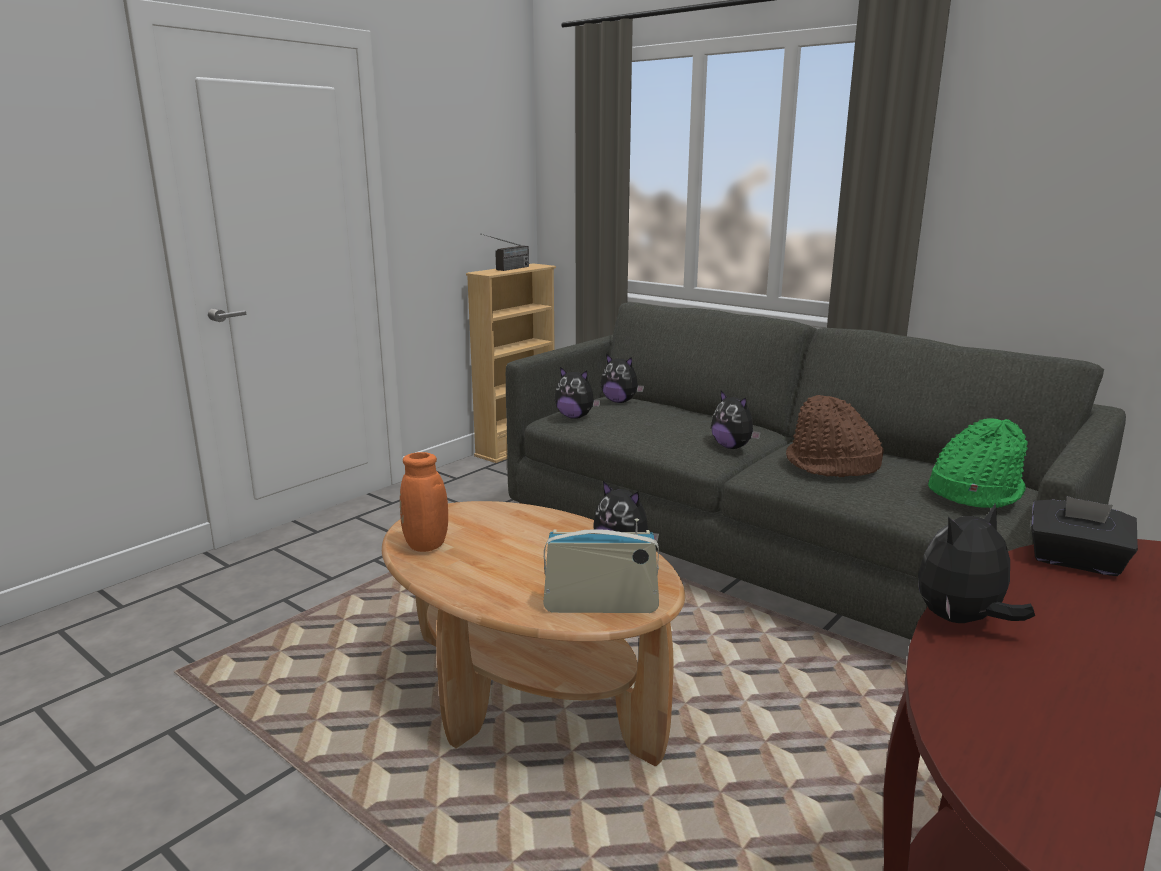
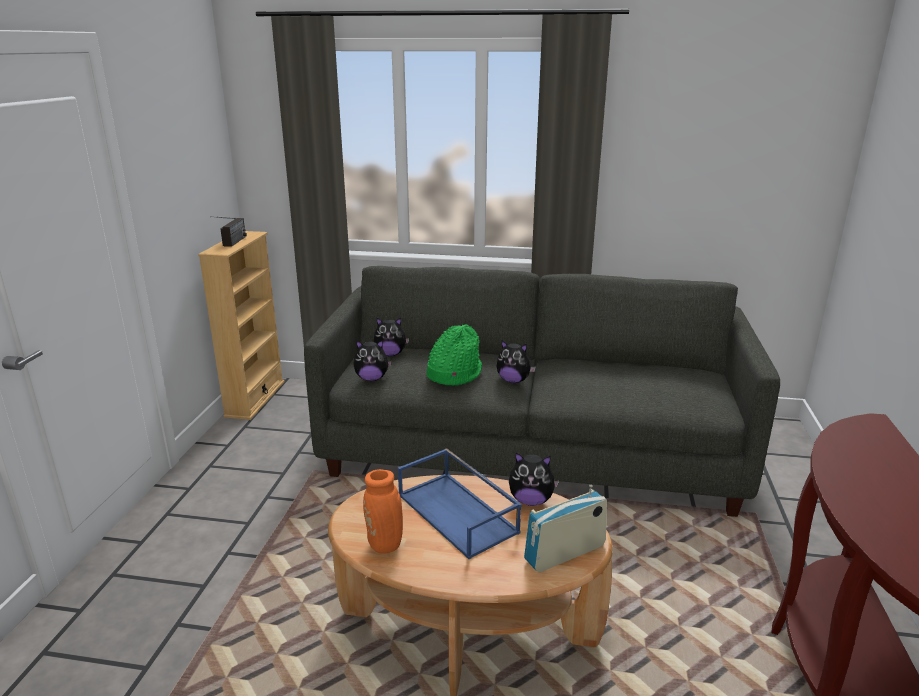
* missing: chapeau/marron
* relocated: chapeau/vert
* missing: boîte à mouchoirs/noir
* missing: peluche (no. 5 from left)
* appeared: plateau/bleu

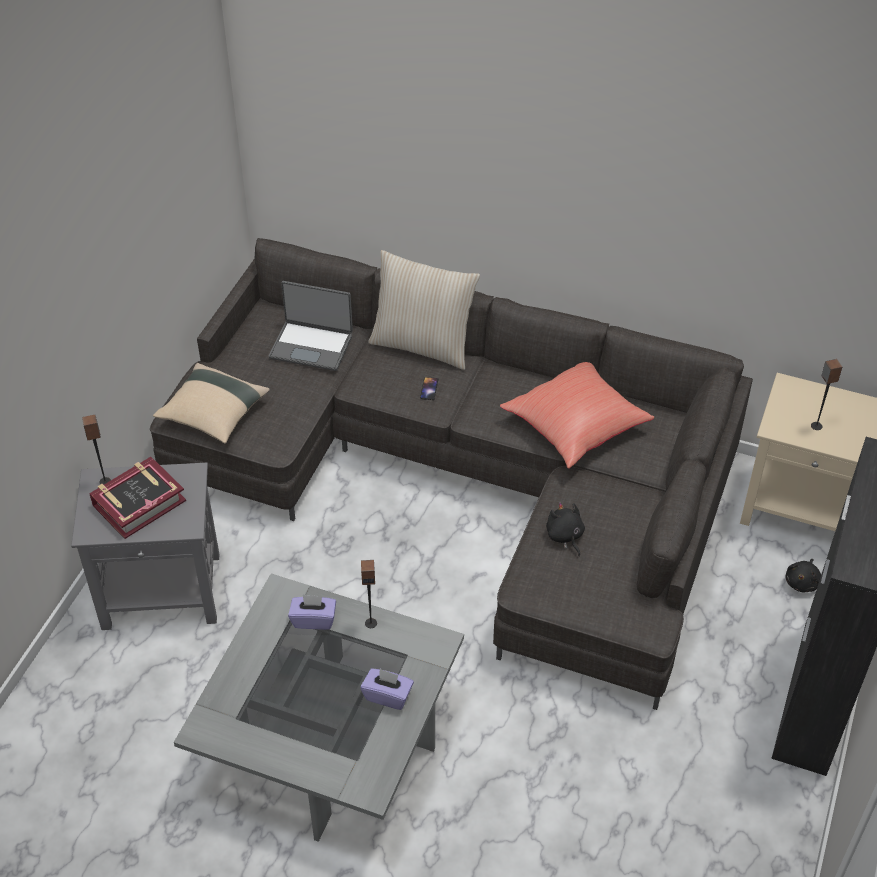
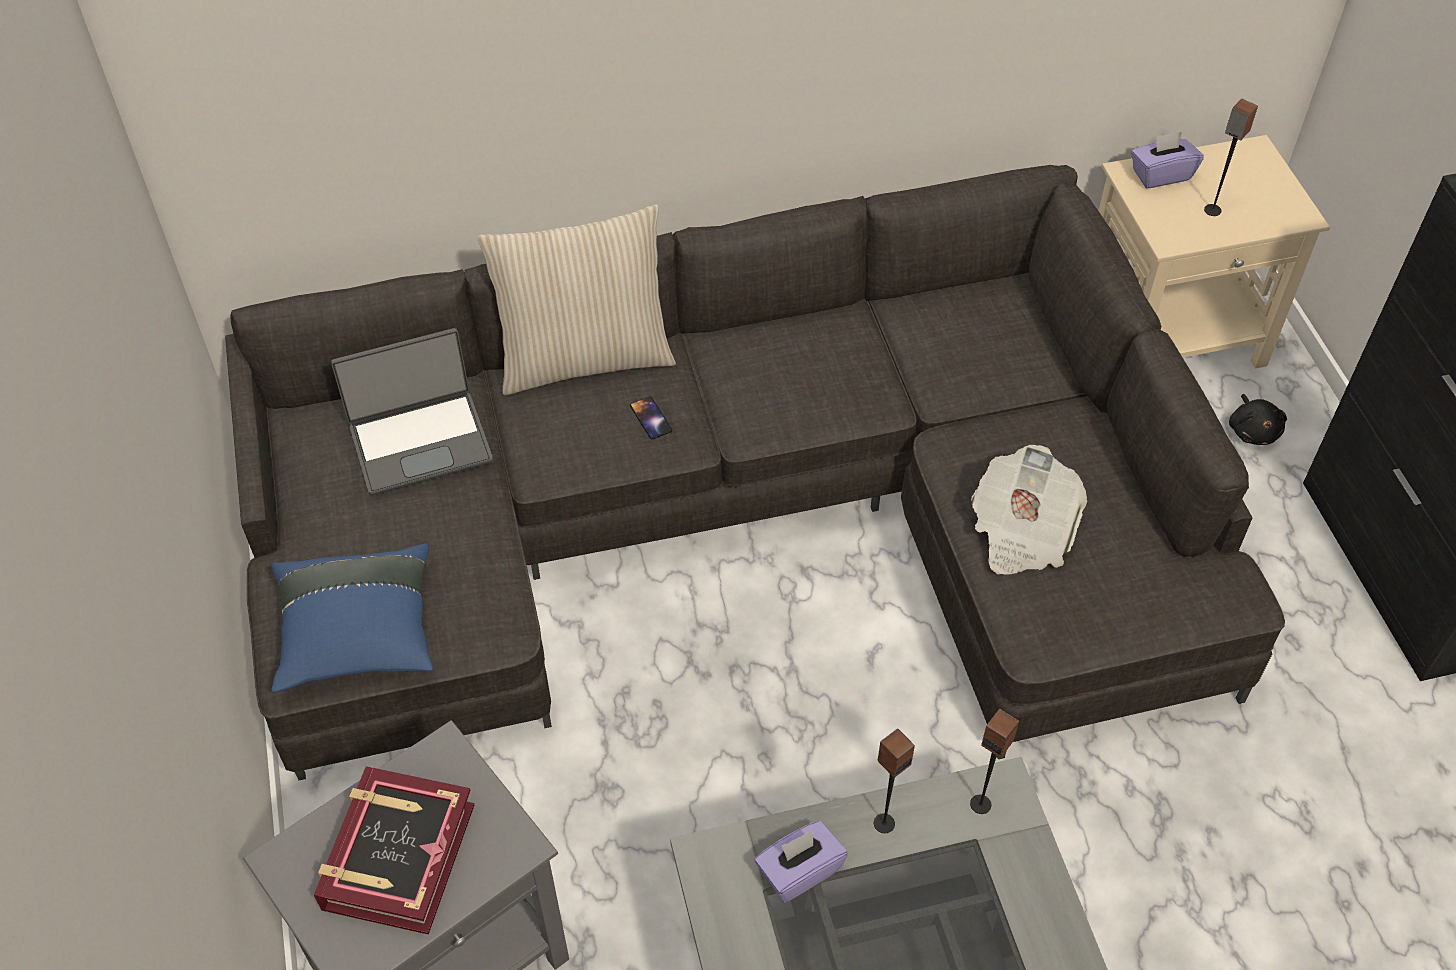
* missing: coussin/rouge
* colour: coussin/beige (no. 1 from left) to coussin/bleu
* relocated: enceinte (no. 1 from left in the first image) to enceinte (no. 2 from left)
* exchanged: peluche/noir (no. 1 from left) to journal
* relocated: boîte à mouchoirs/violet (no. 2 from left)

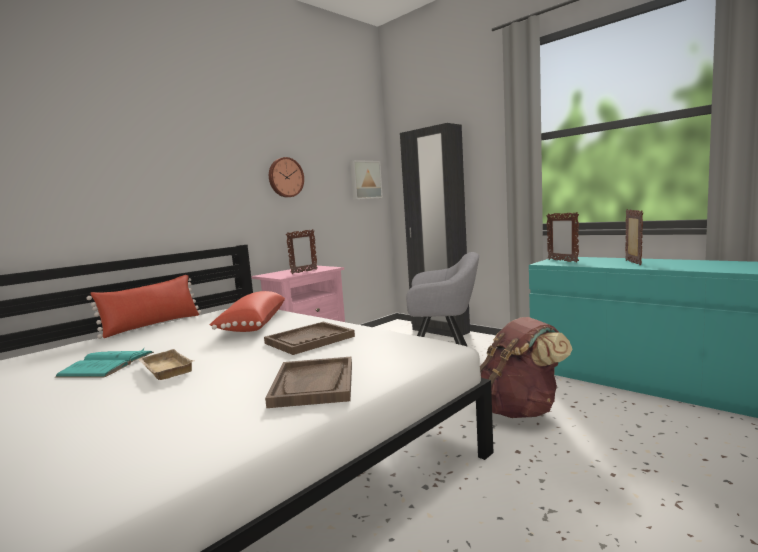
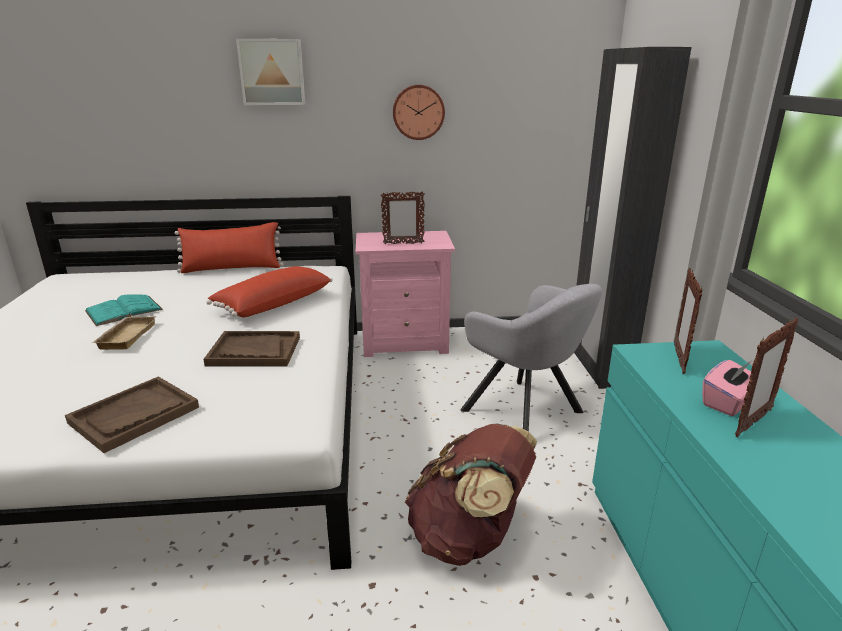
* relocated: tableau
* appeared: boîte à mouchoirs/rose

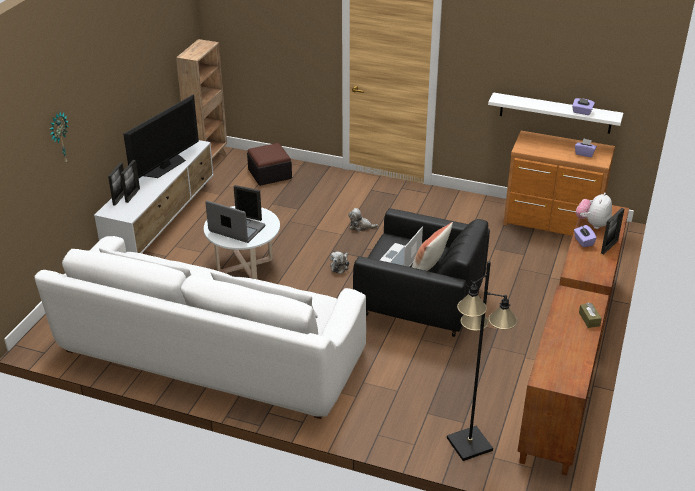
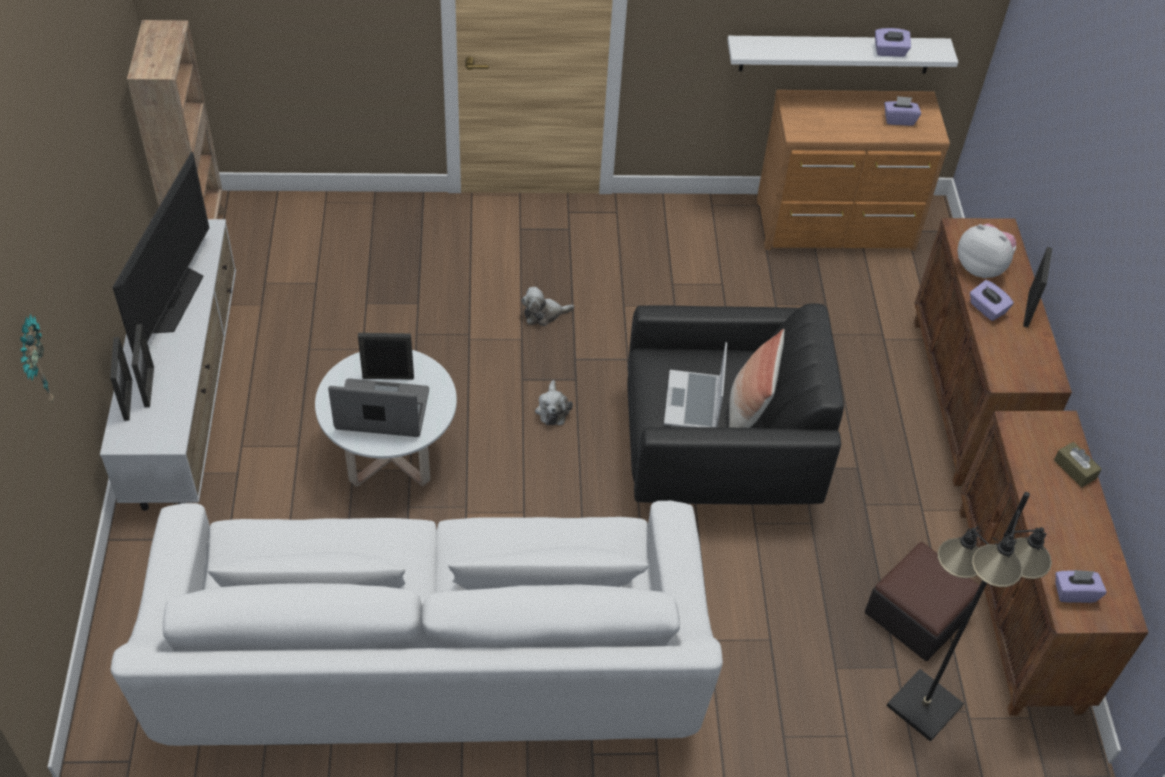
* relocated: pouf
* spun: peluche (no. 3 from left) 120 degrees clockwise
* appeared: boîte à mouchoirs/violet (no. 4 from left)

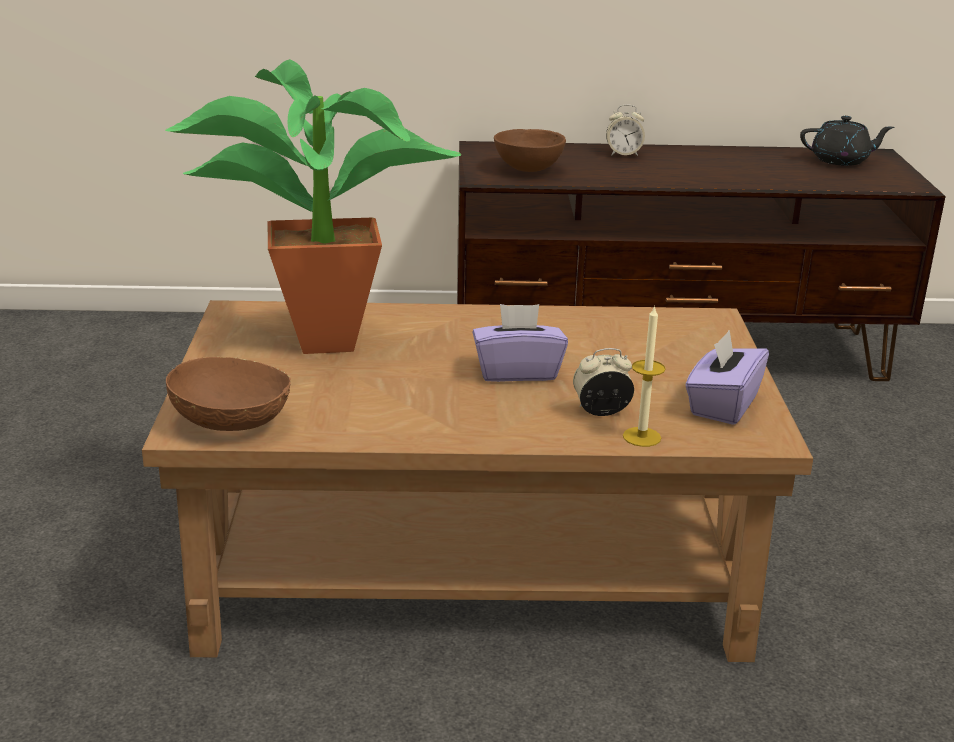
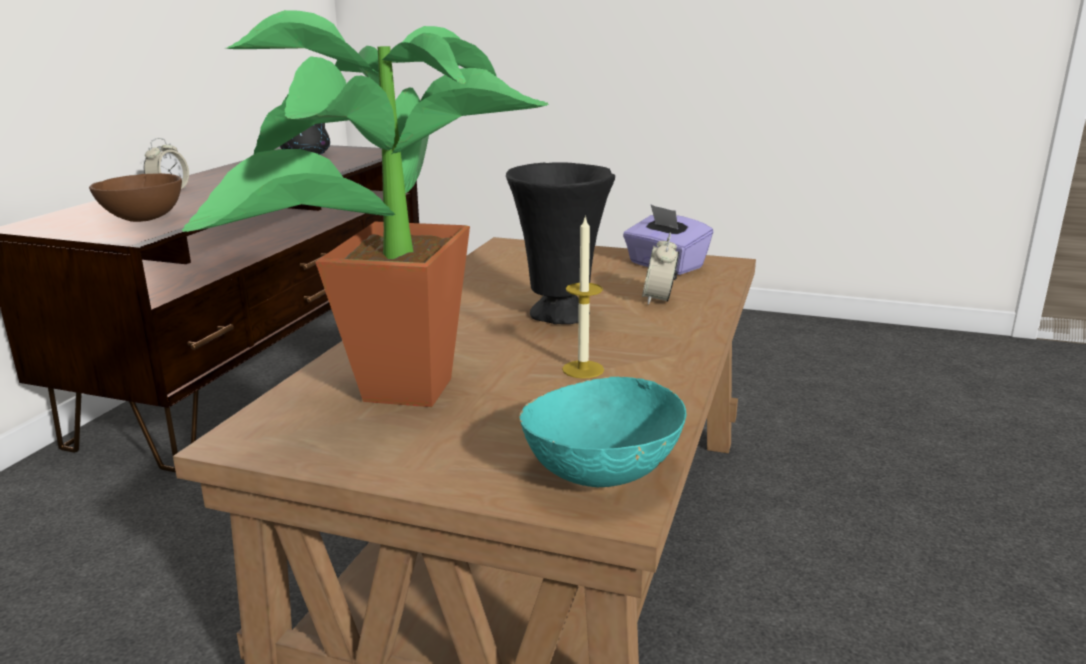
* exchanged: boîte à mouchoirs/violet (no. 1 from left) to vase/noir
* relocated: bougie
* colour: bol/marron (no. 1 from left) to bol/turquoise

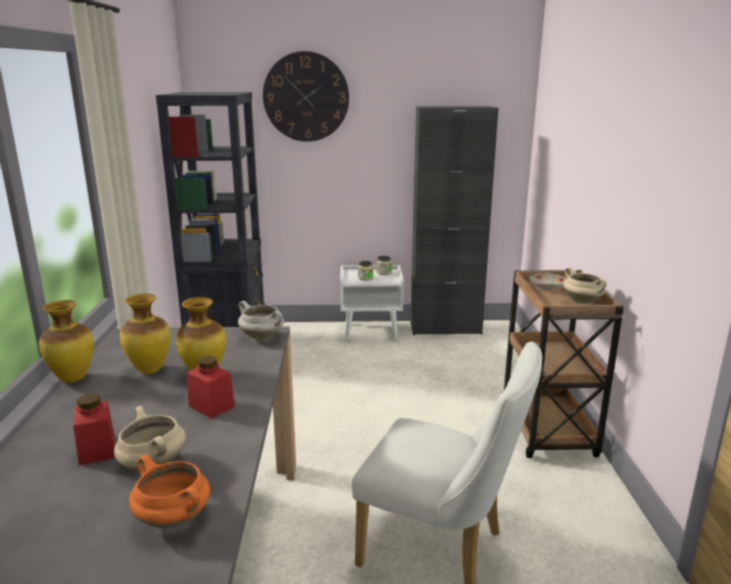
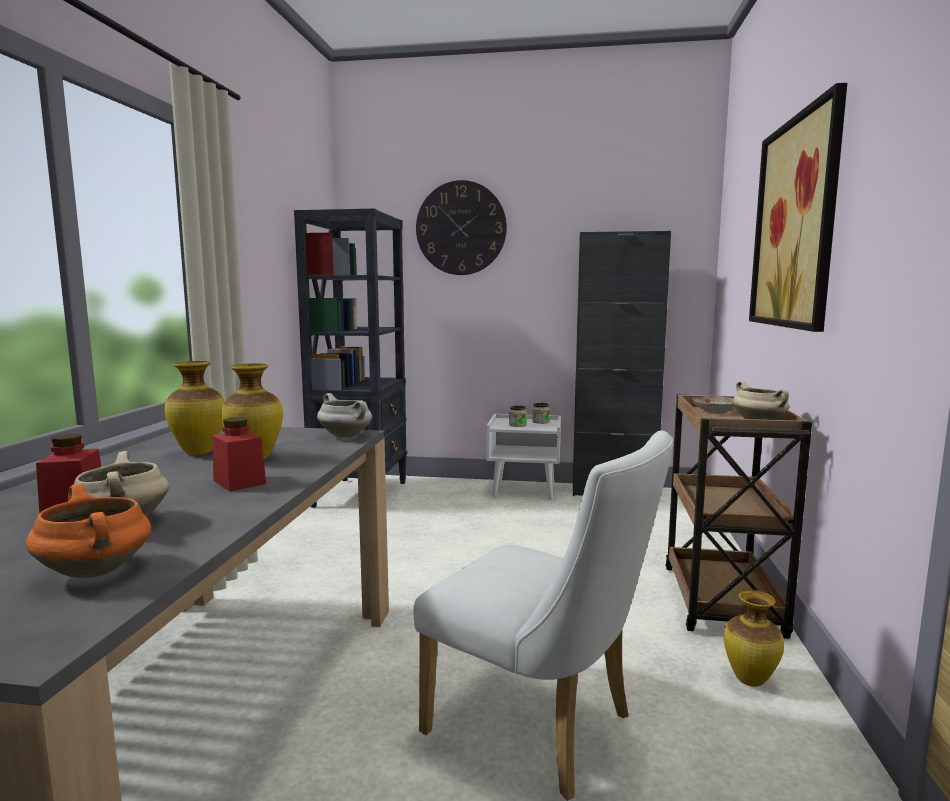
* relocated: vase (no. 1 from left in the first image) to vase (no. 3 from left)
* appeared: tableau

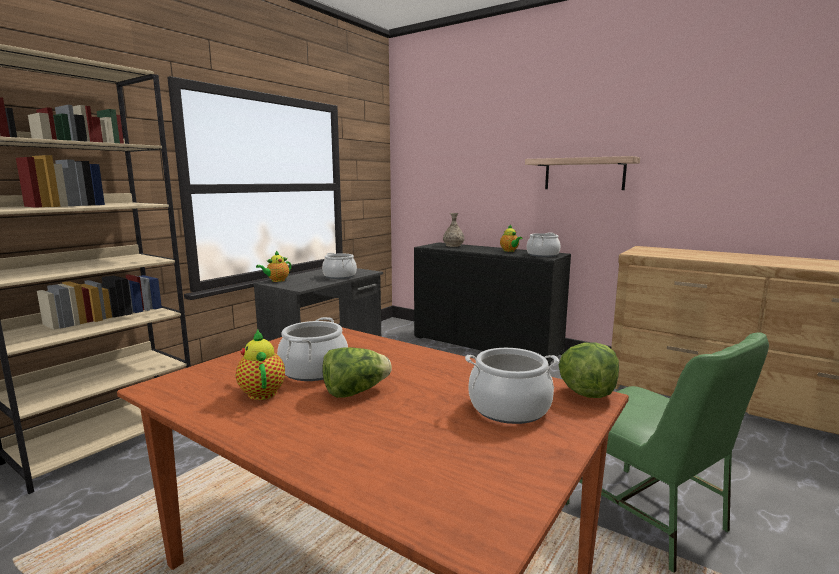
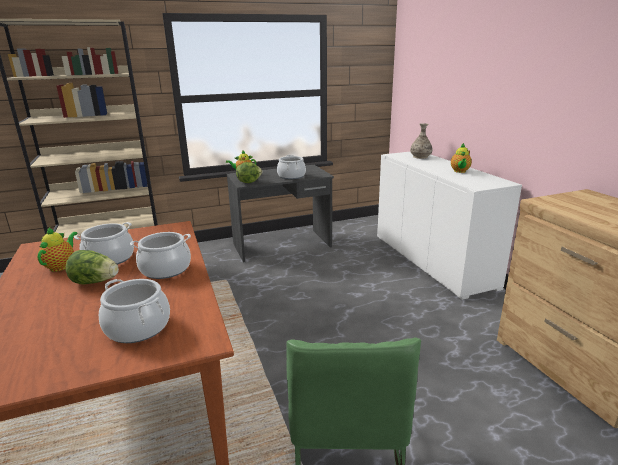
* missing: étagère
* relocated: marmite (no. 4 from left in the first image) to marmite (no. 3 from left)
* colour: meuble de rangement/noir to meuble de rangement/blanc
* relocated: laitue (no. 2 from left)

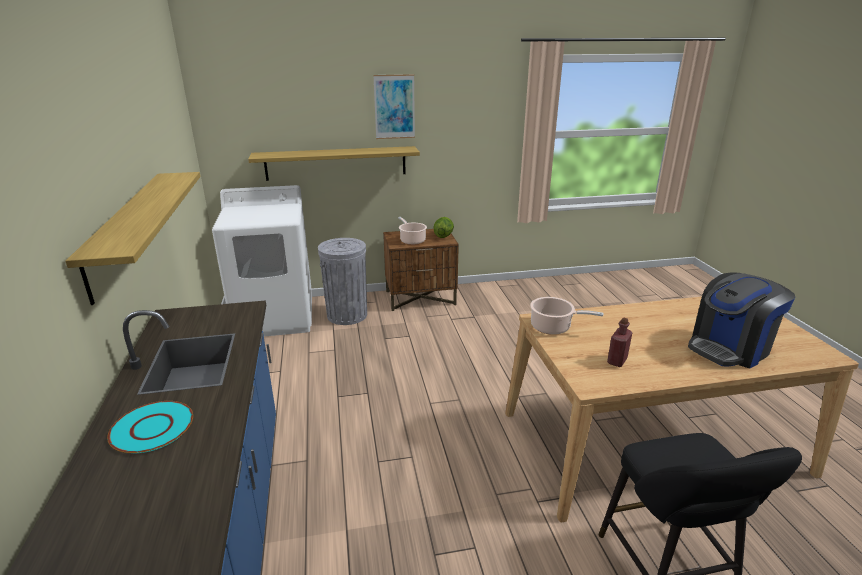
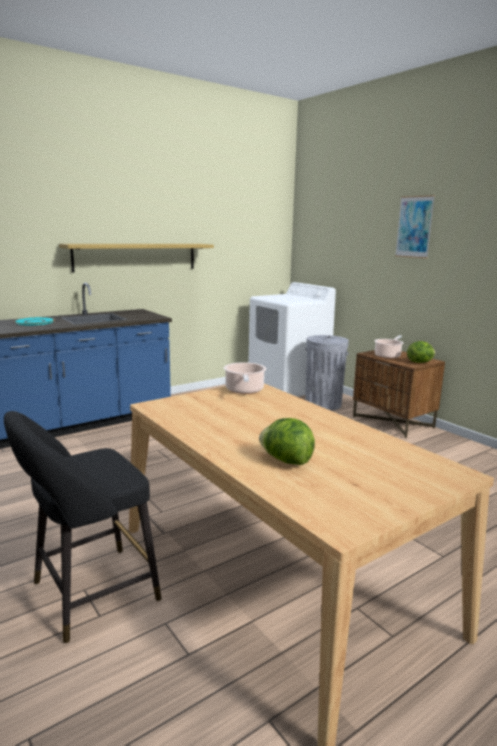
* missing: étagère (no. 2 from left)
* exchanged: machine à café to laitue (no. 1 from left)
* missing: bouteille/rouge

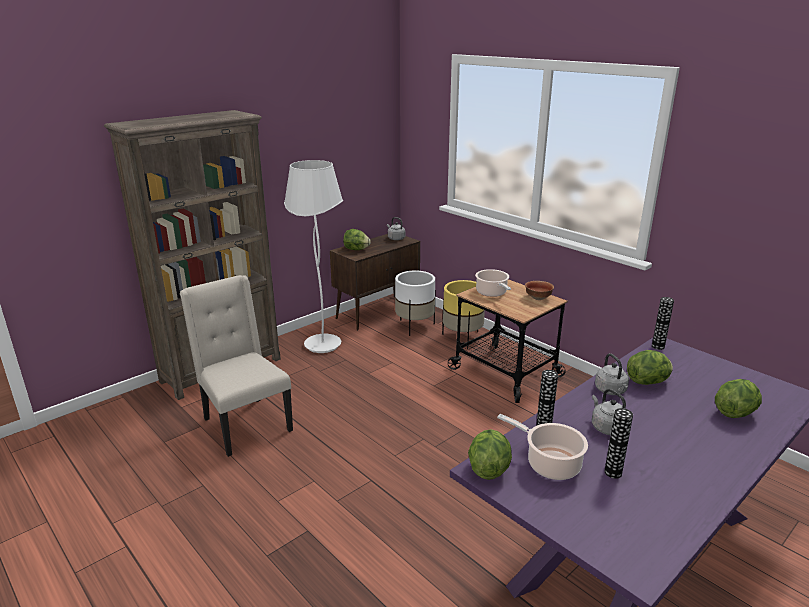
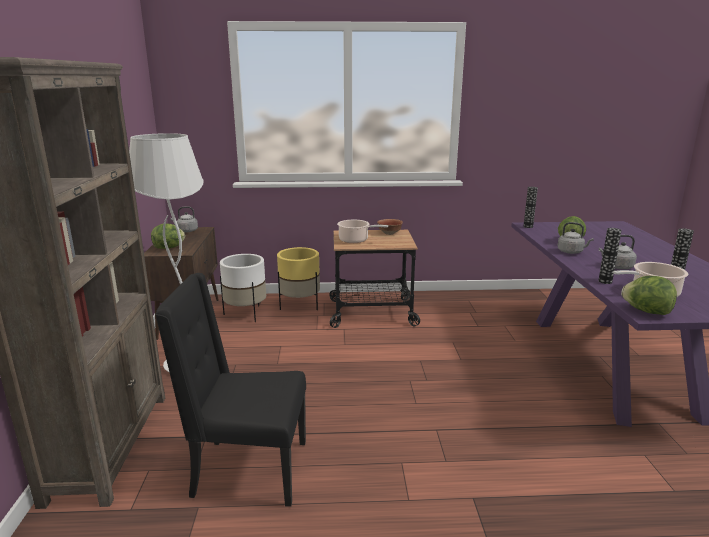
* colour: chaise/beige to chaise/noir
* missing: laitue (no. 4 from left)

